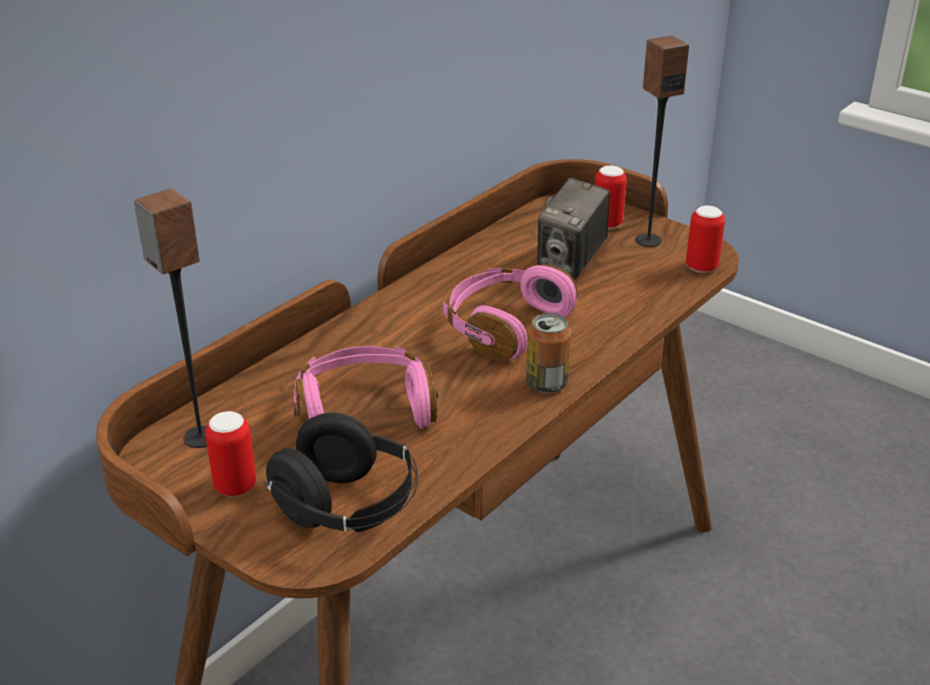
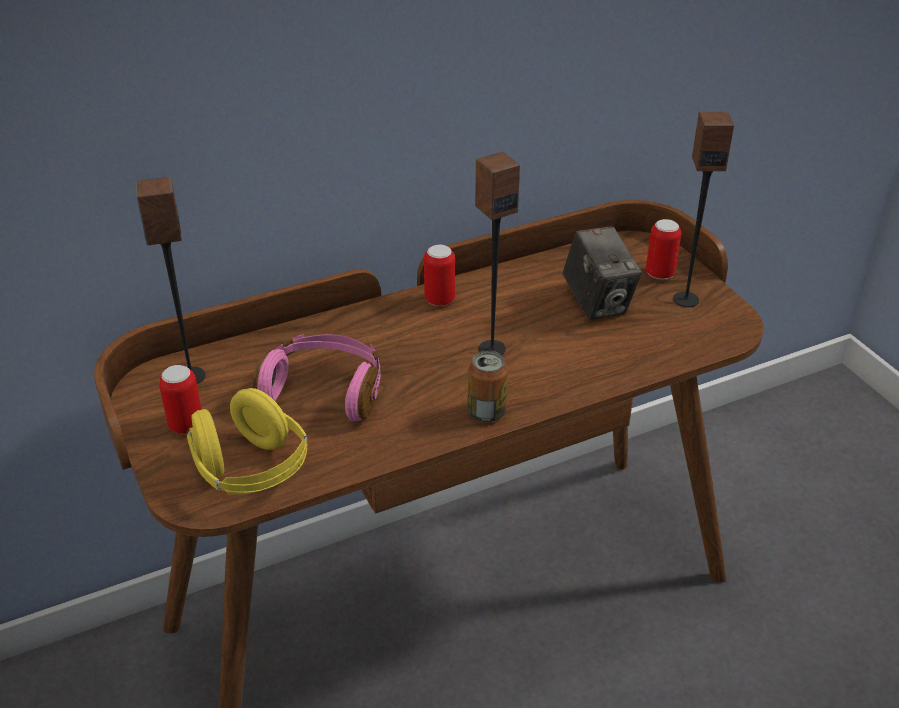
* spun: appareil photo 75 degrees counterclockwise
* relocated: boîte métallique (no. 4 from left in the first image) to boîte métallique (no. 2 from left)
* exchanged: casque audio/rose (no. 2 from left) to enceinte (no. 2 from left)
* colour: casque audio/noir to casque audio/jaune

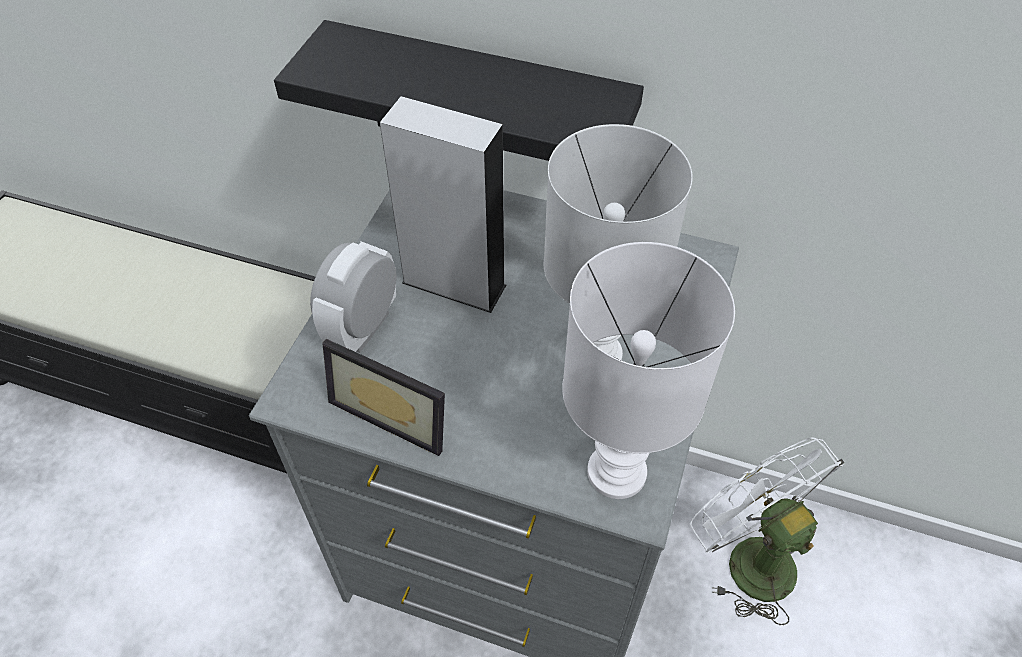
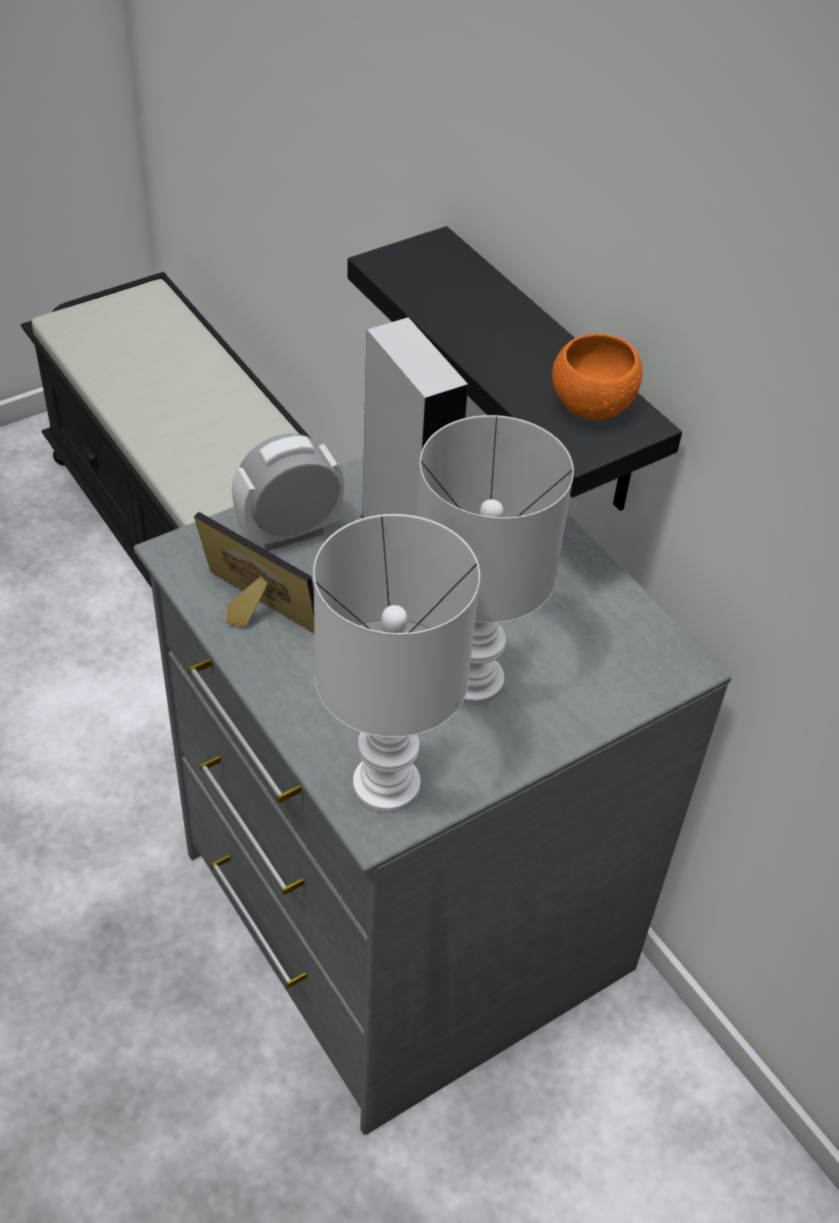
* spun: cadre photo 150 degrees clockwise
* missing: ventilateur/blanc
* appeared: bol/orange

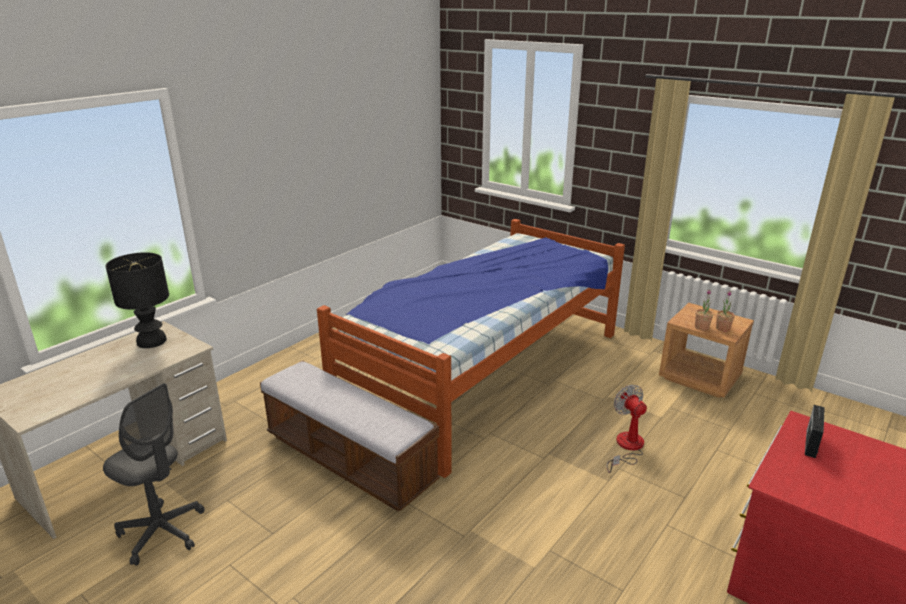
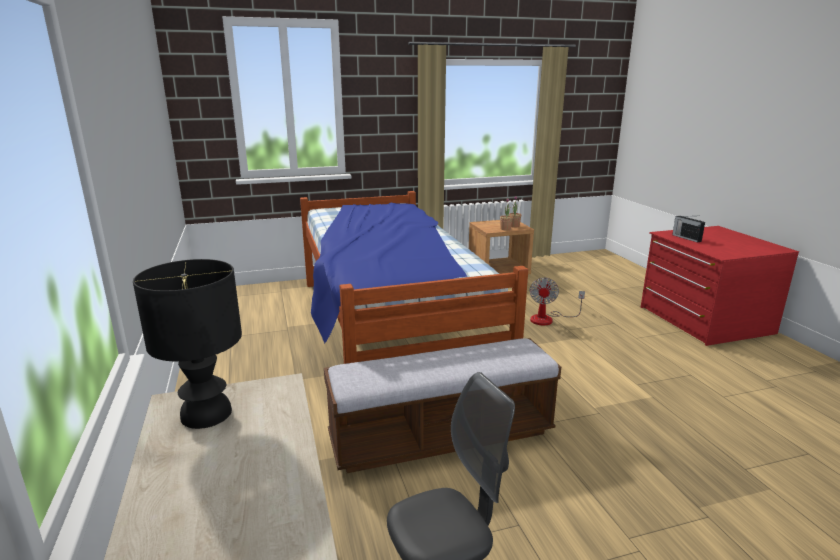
* spun: ventilateur 90 degrees counterclockwise

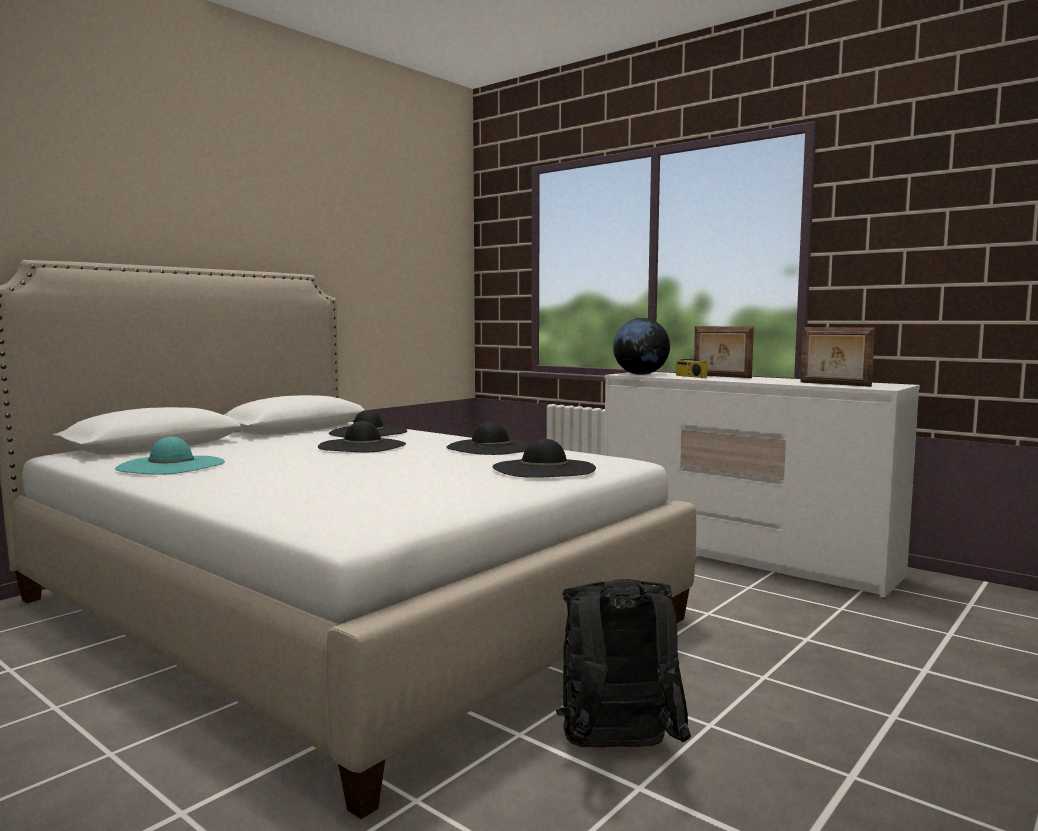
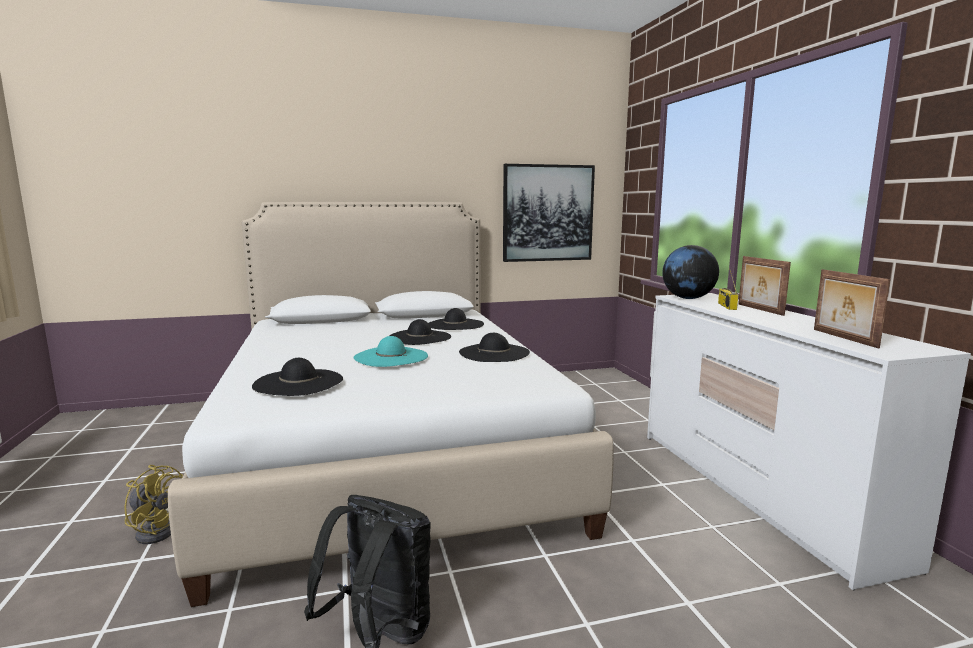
* relocated: chapeau/turquoise
* relocated: chapeau/noir (no. 4 from left in the first image) to chapeau/noir (no. 1 from left)
* appeared: tableau
* appeared: ventilateur/jaune

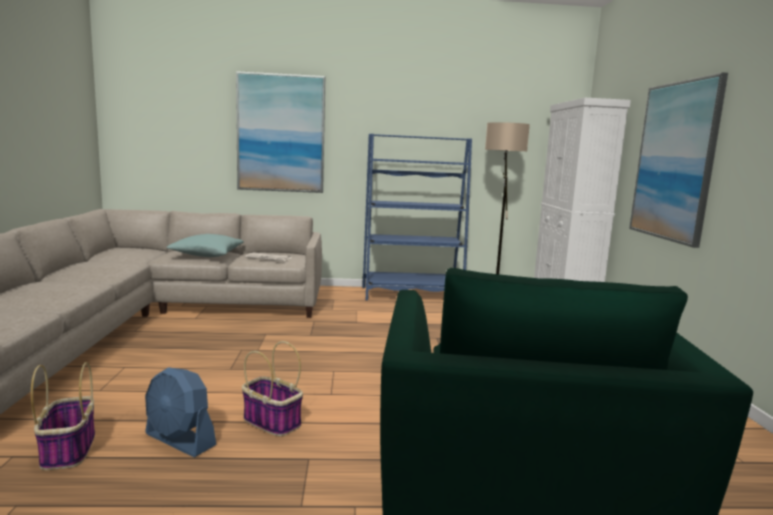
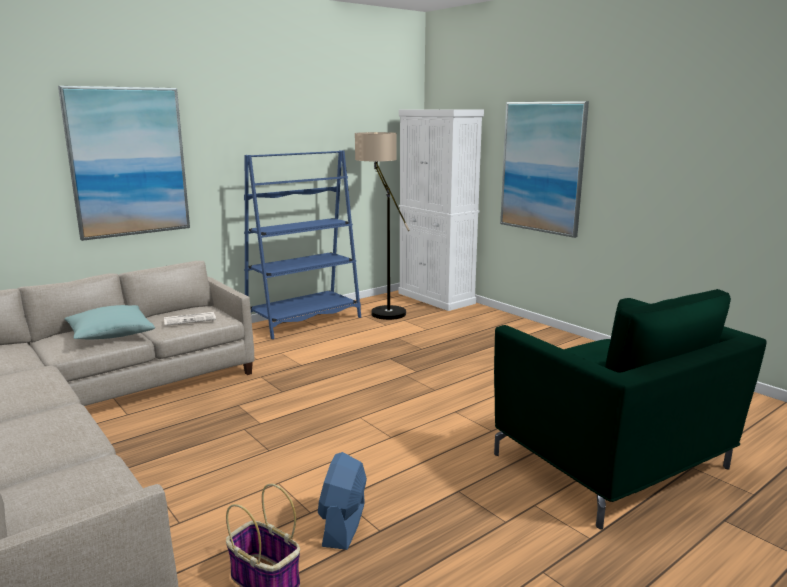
* missing: panier (no. 2 from left)
* spun: ventilateur/bleu 105 degrees clockwise

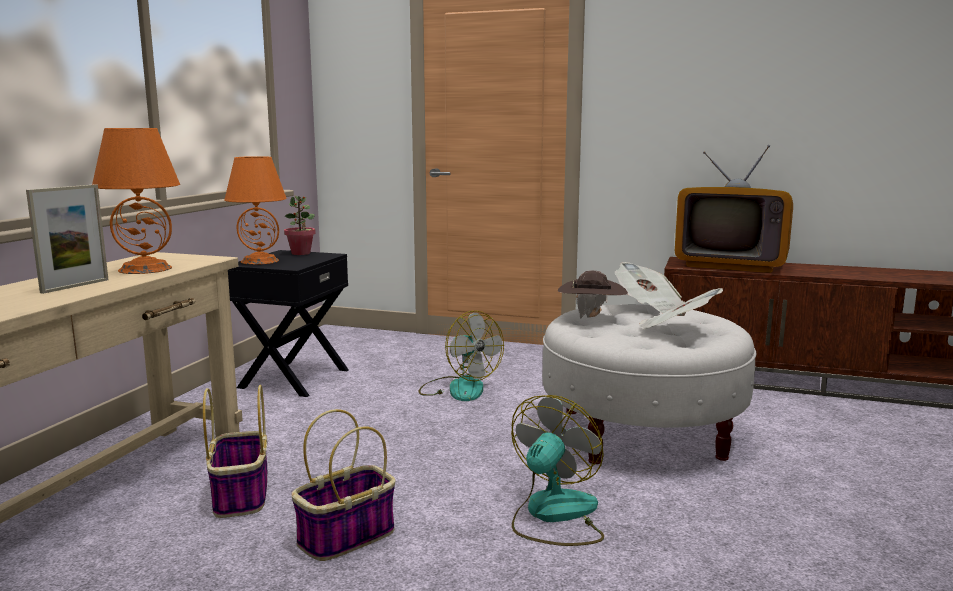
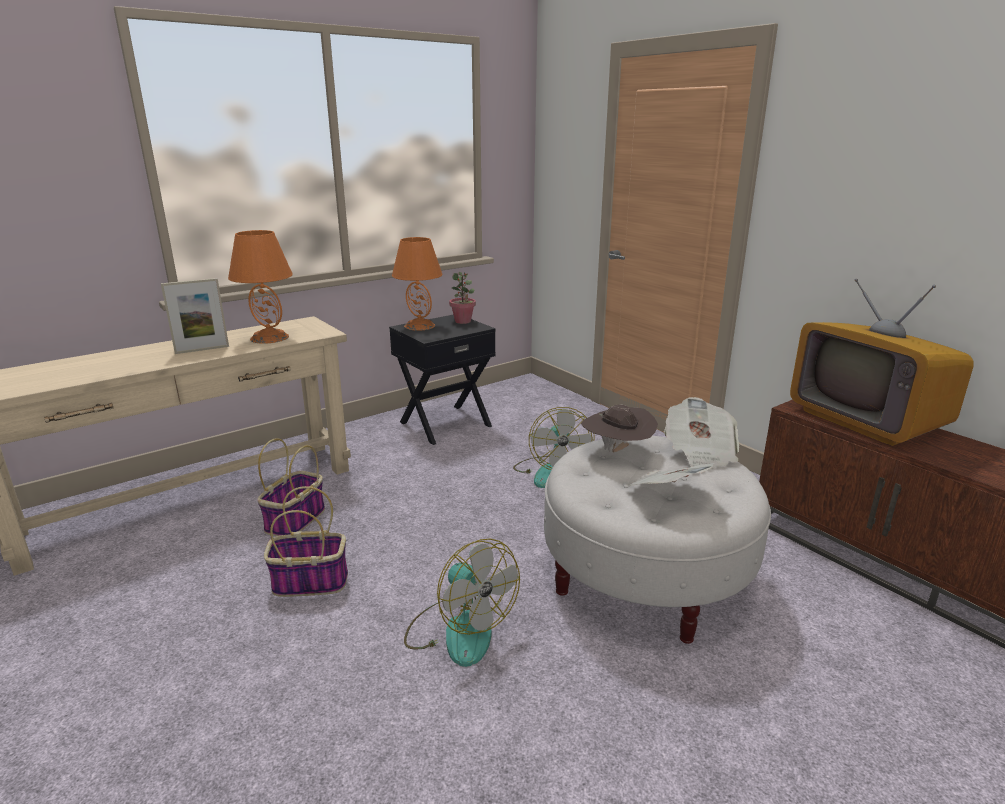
* spun: ventilateur (no. 2 from left in the first image) 75 degrees clockwise

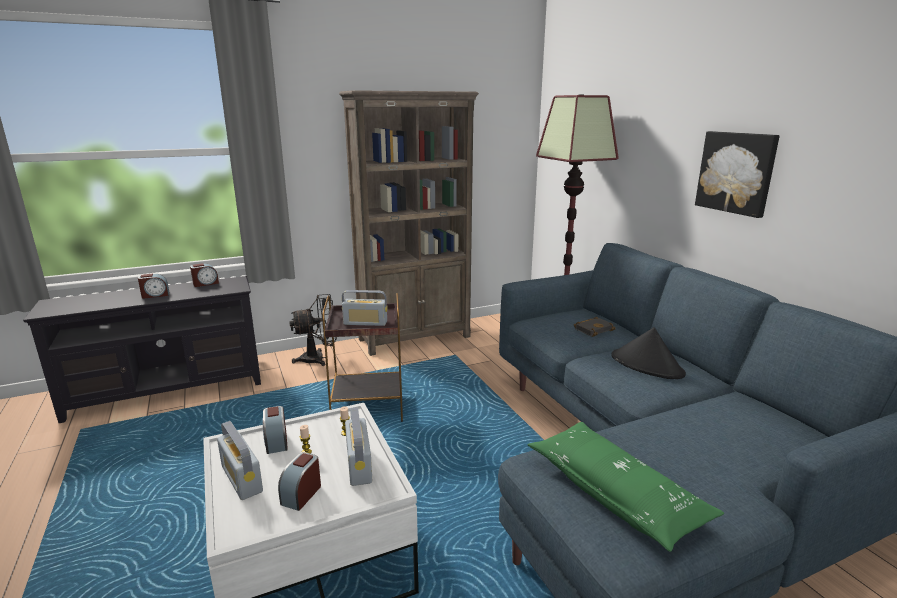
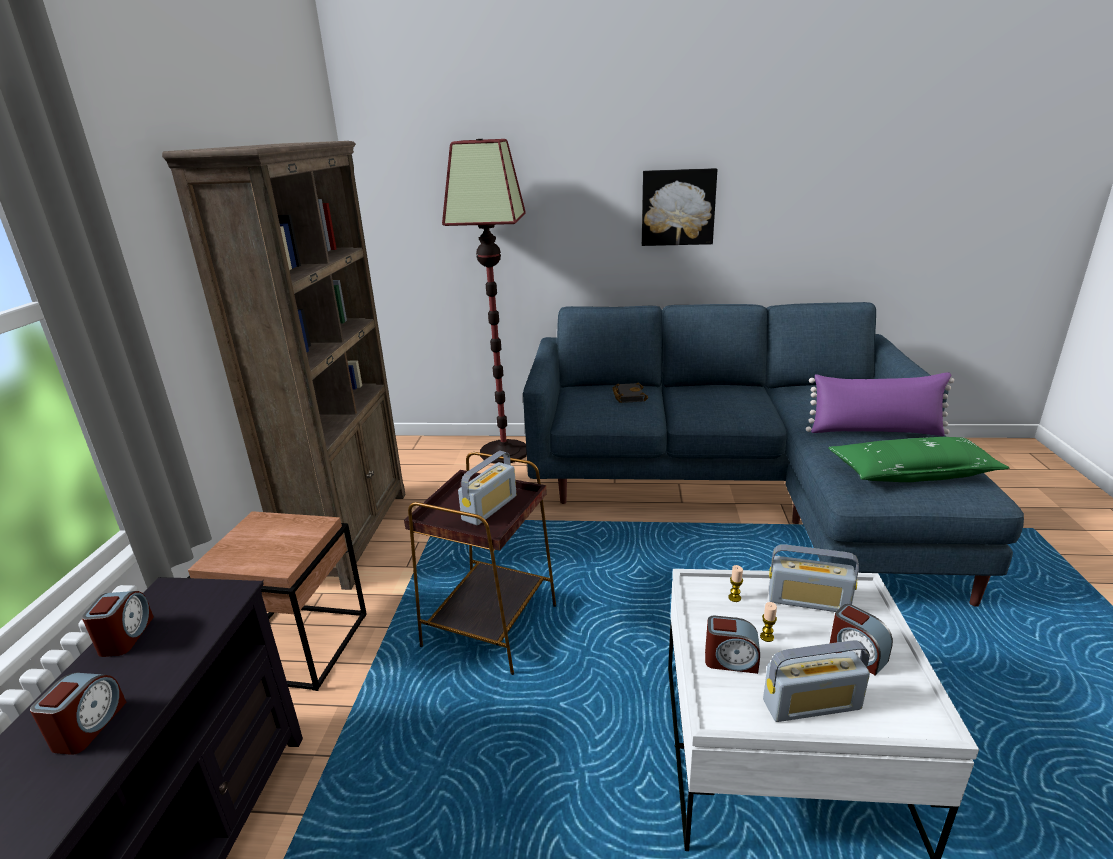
* exchanged: ventilateur/noir to table d'appoint/marron (no. 1 from left)
* missing: chapeau/noir
* appeared: coussin/violet

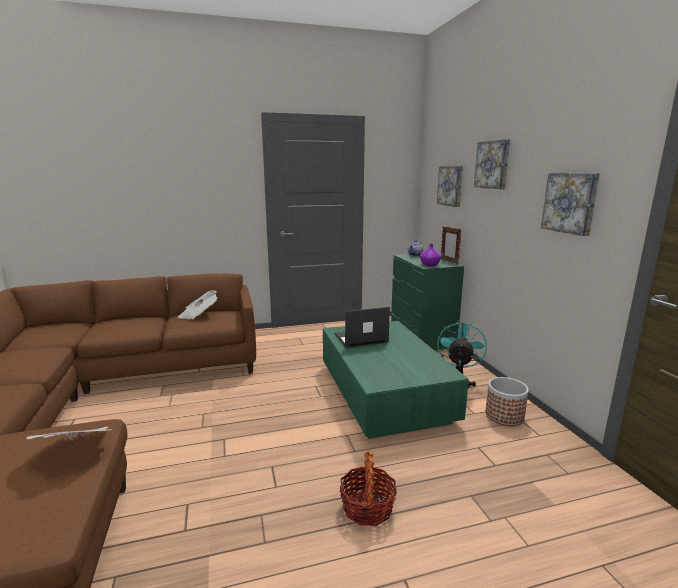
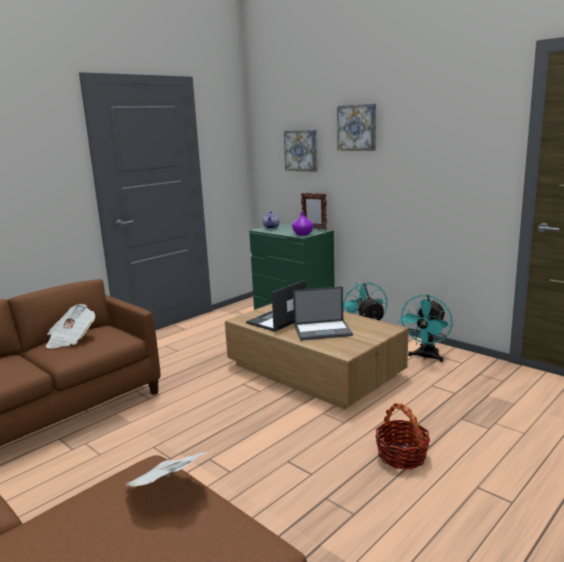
* missing: tableau (no. 3 from left)
* colour: table basse/vert to table basse/marron
* exchanged: cache-pot to ventilateur/turquoise (no. 2 from left)
* appeared: ordinateur portable (no. 2 from left)

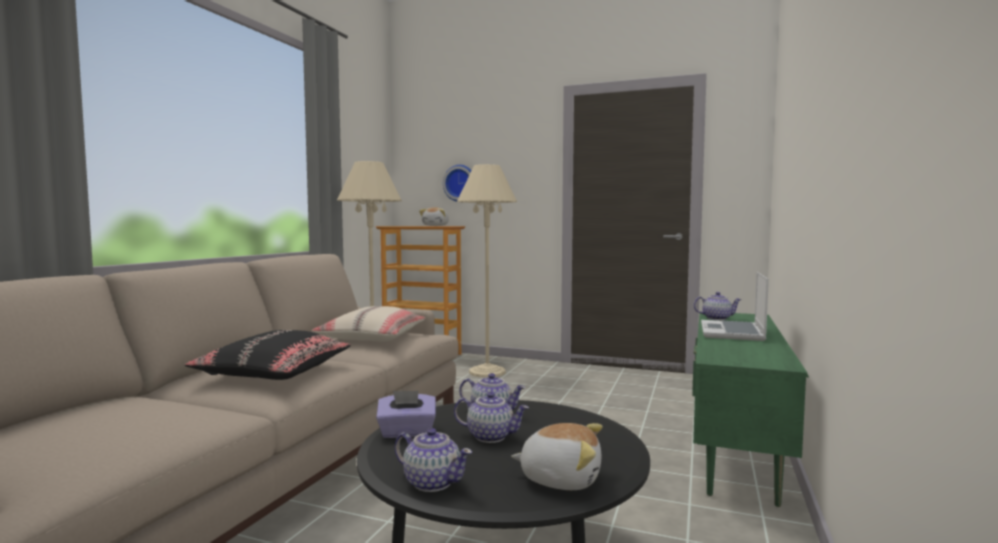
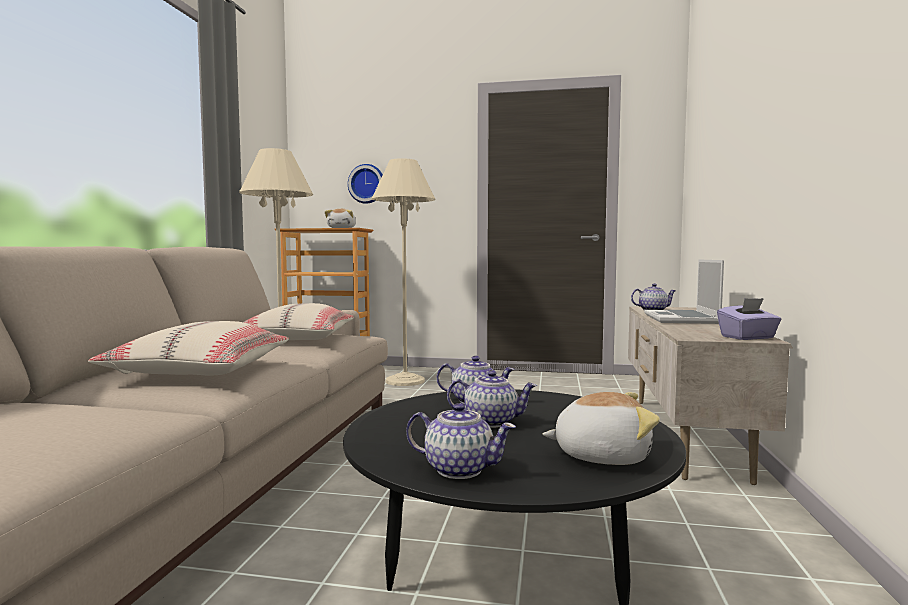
* colour: meuble télé/vert to meuble télé/beige
* colour: coussin/noir to coussin/beige (no. 1 from left)
* relocated: boîte à mouchoirs/violet

